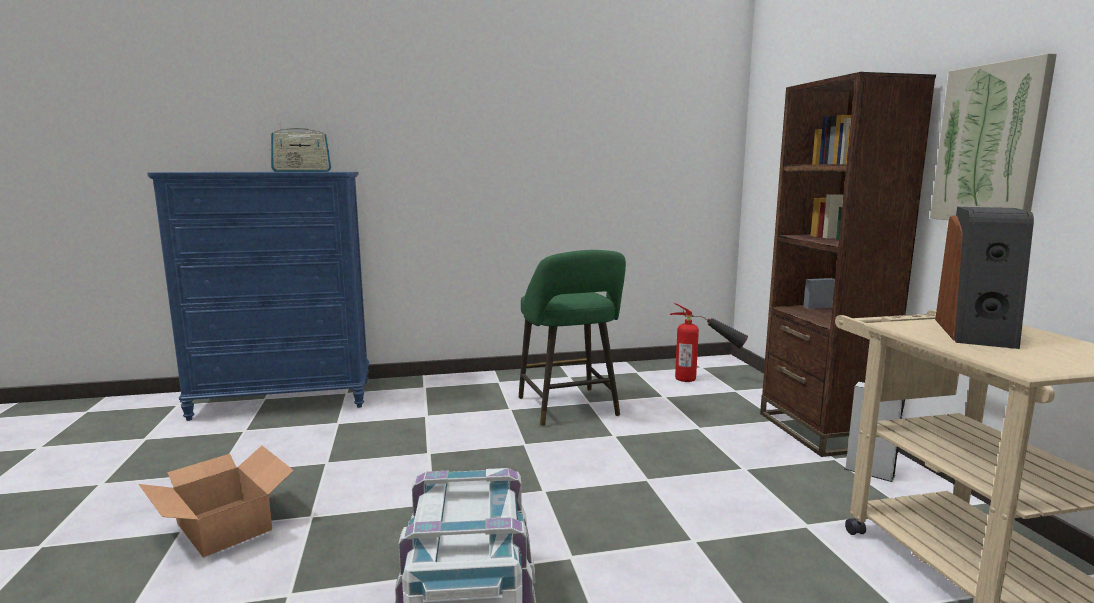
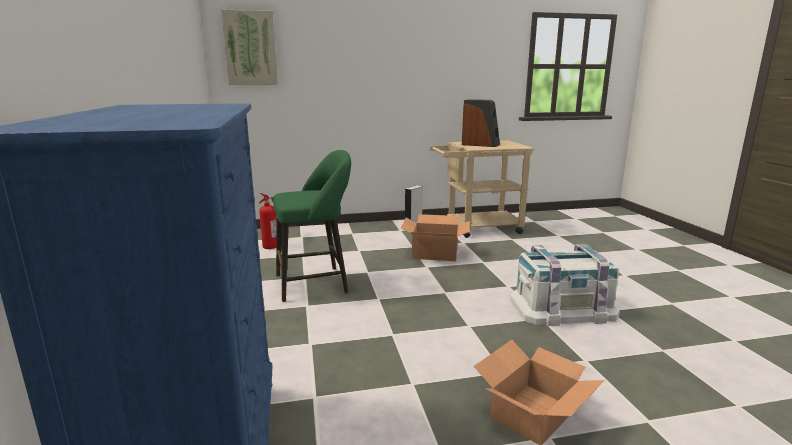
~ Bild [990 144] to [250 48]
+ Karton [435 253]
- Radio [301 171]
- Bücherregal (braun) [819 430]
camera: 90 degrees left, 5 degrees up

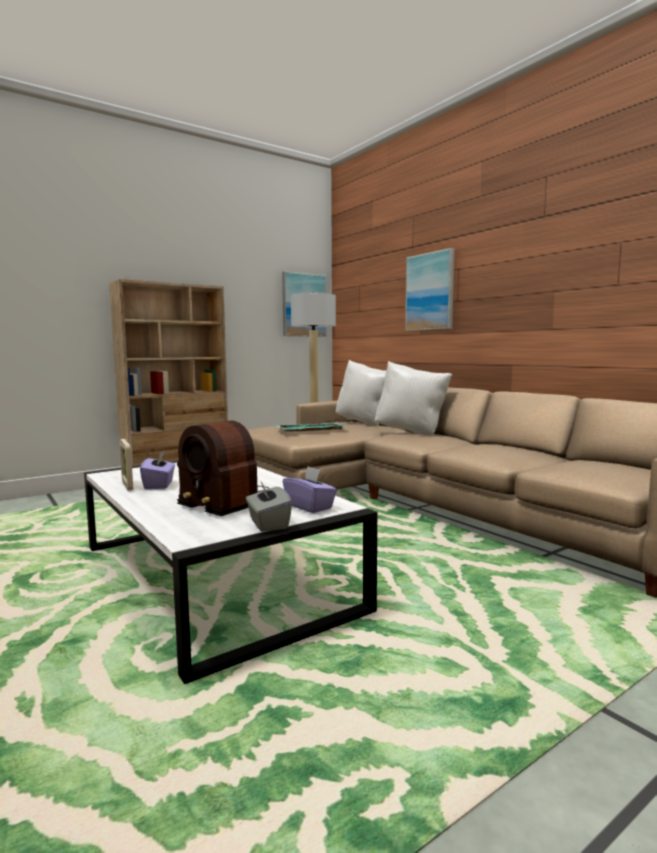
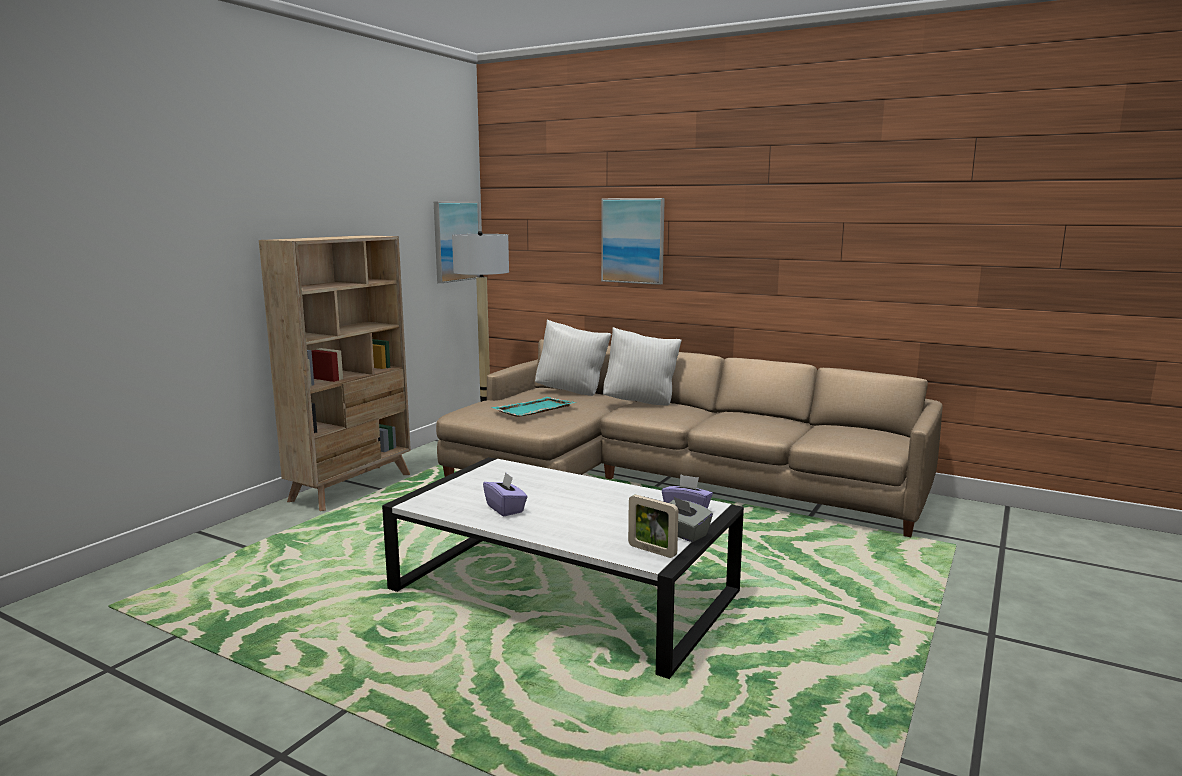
~ Bilderrahmen [127 486] to [652 551]
- Radio [223 500]
camera: 25 degrees left, 5 degrees up

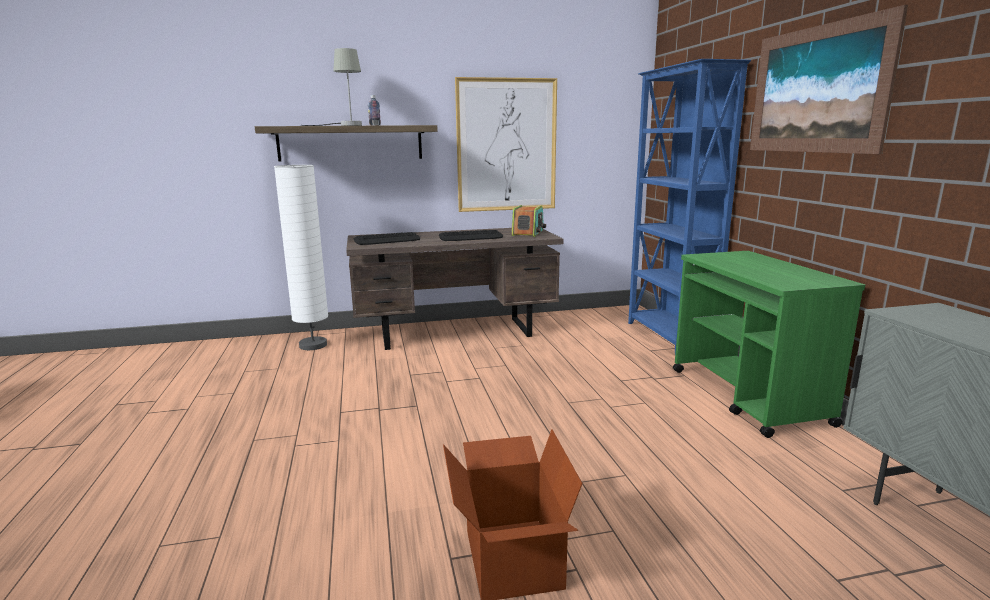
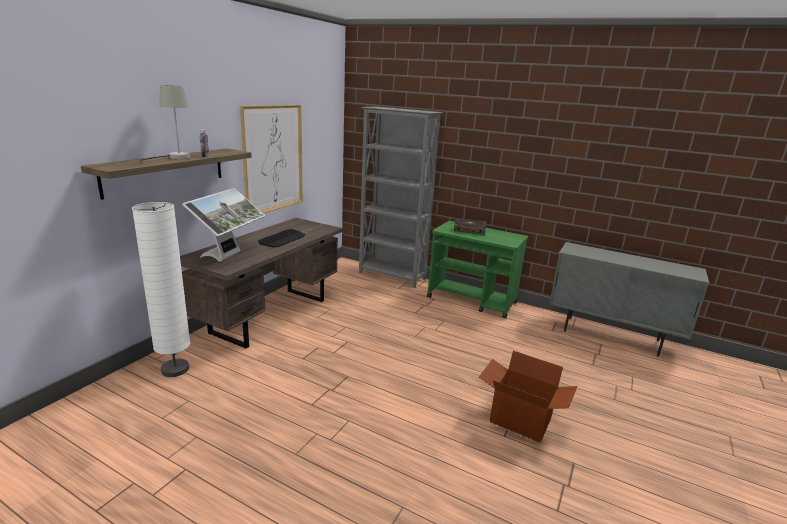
~ Tastatur [387 240] to Monitor [228 256]
~ Bücherregal (blau) [668 337] to Bücherregal (grau) [392 276]
+ Buch [469 230]
- Radio [528 233]
- Bild [816 90]
camera: 50 degrees left, 5 degrees up

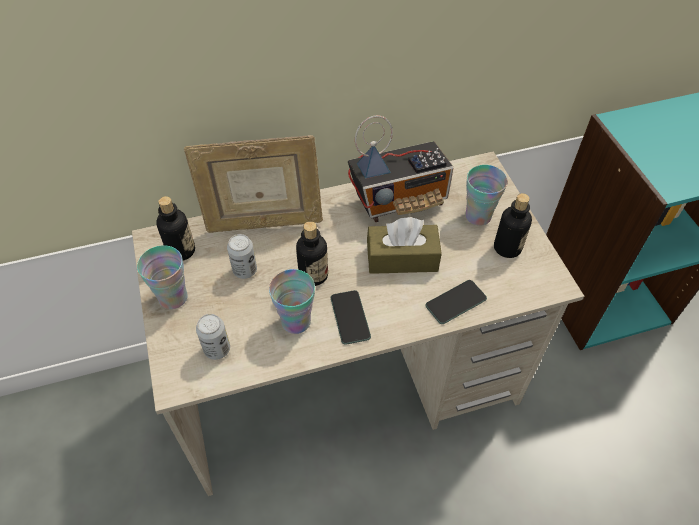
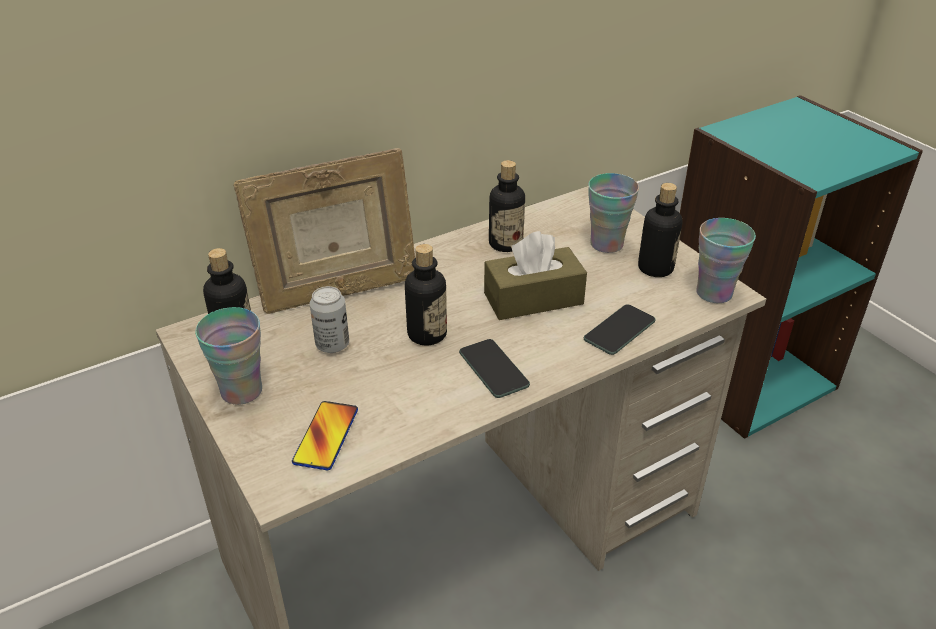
~ Dose [217 349] to Handy [326 436]
~ Radio [400 200] to Flasche [505 244]
~ Tasse [296 321] to [714 293]
camera: 15 degrees left, 15 degrees down

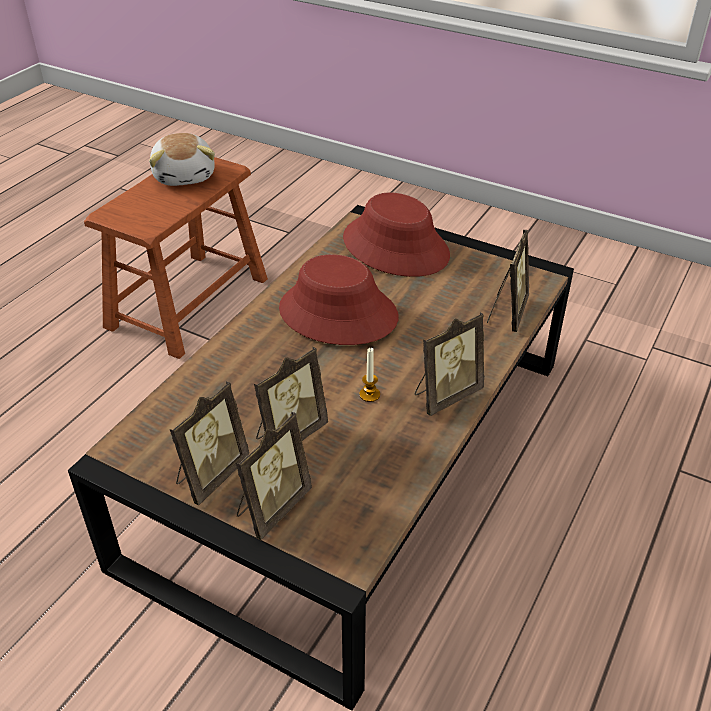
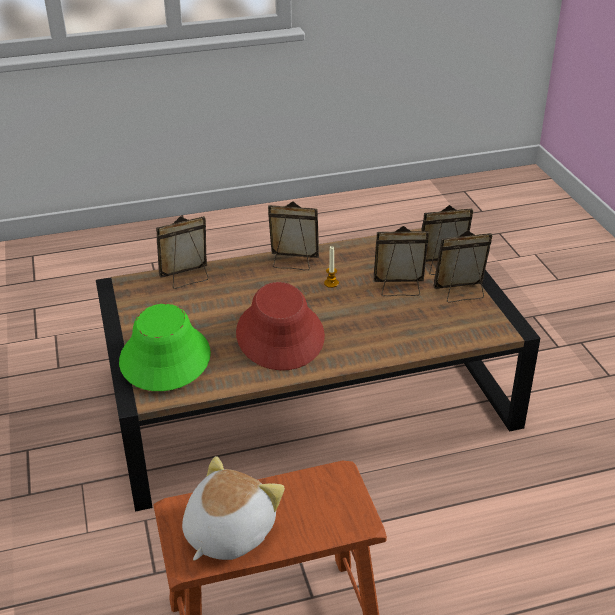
~ Hut (rot) [396 247] to Hut (grün) [164 358]
camera: 135 degrees left, 5 degrees down

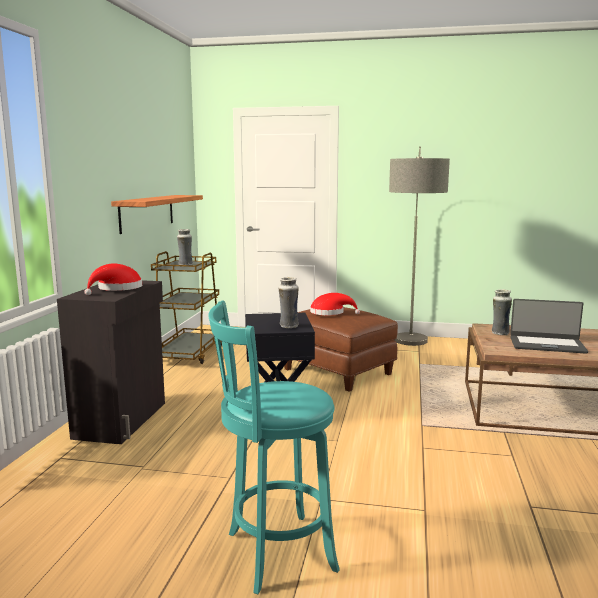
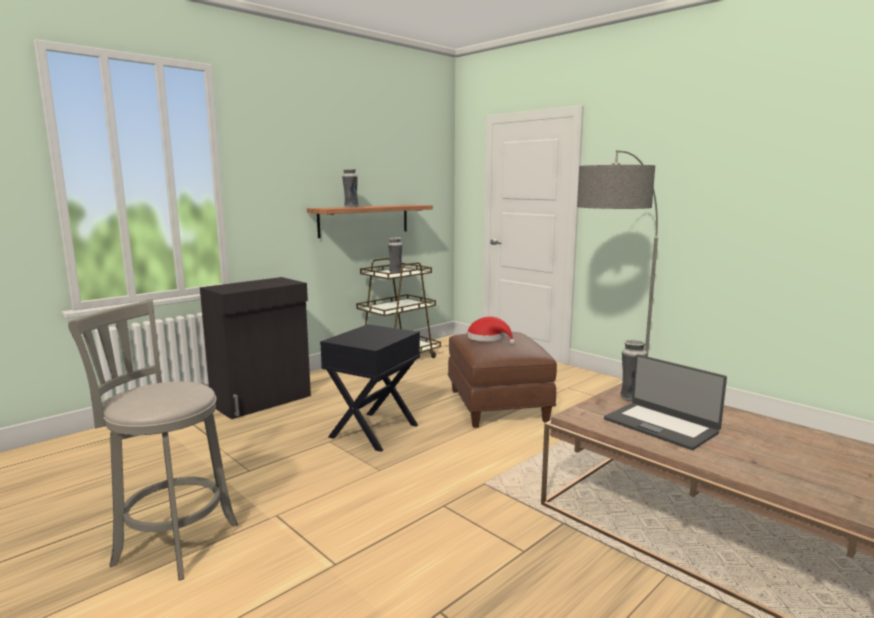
~ Hocker (türkis) [274 553] to Hocker (grau) [171 542]
~ Vase [288 326] to [351 207]
- Hut (rot) [117 289]
camera: 35 degrees right, 0 degrees up

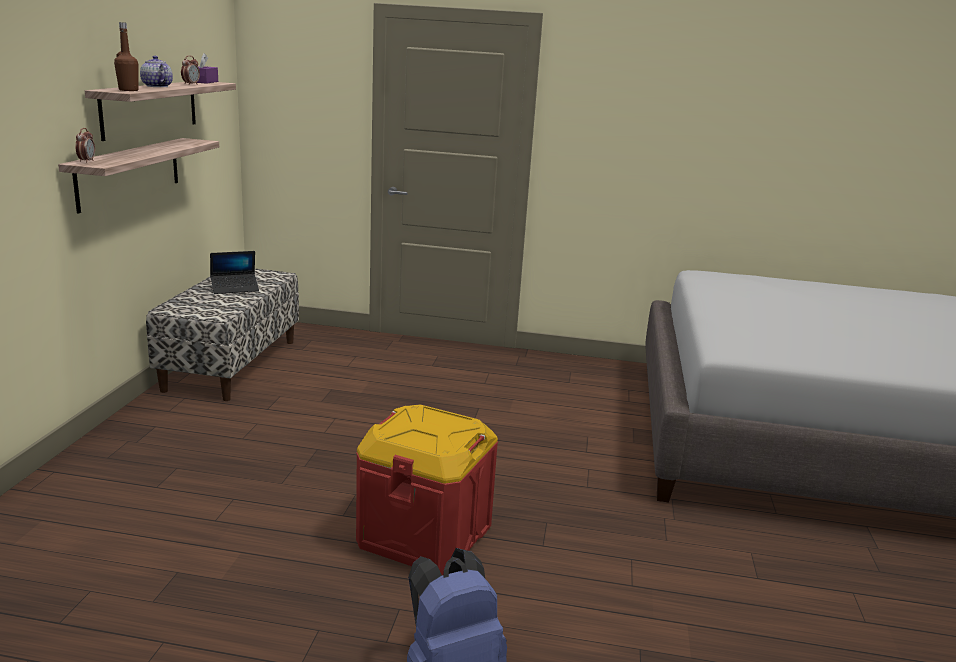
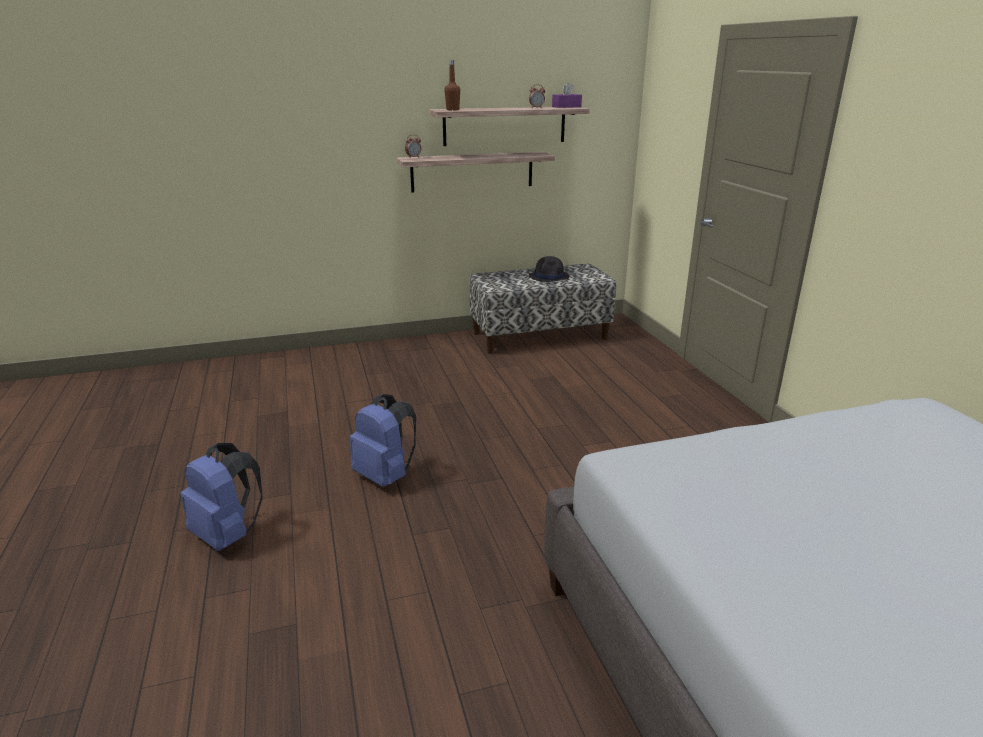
~ Aufbewahrungsbox (rot) [425 534] to Rucksack (blau) [385 476]
~ Laptop [235 288] to Hut (schwarz) [549 277]
- Teekanne [157 86]
camera: 65 degrees right, 5 degrees up

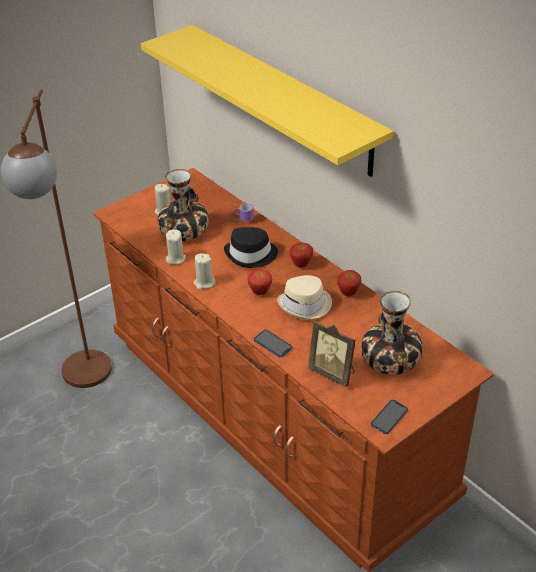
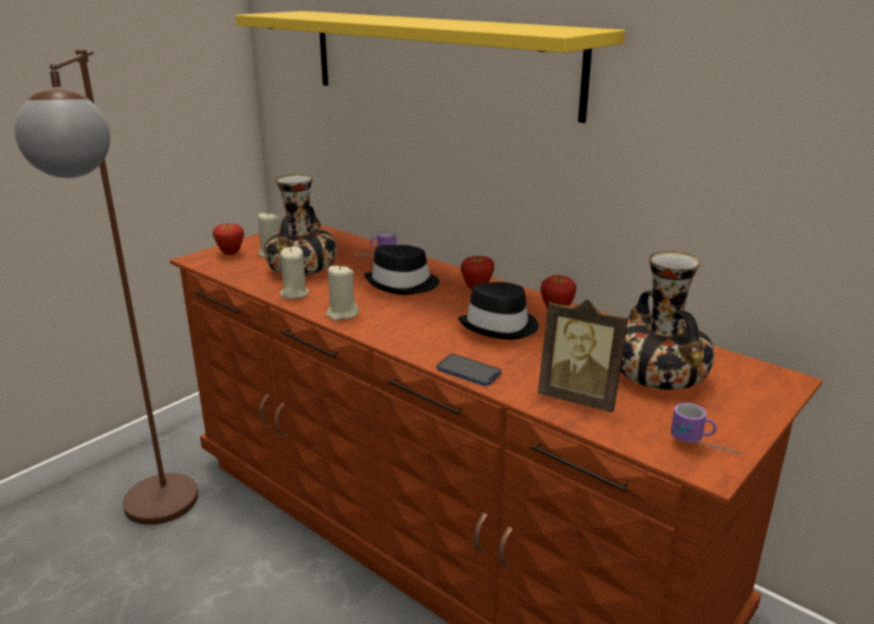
~ Apfel [260 293] to [230 253]
~ Hut (beige) [305 305] to Hut (schwarz) [500 326]
~ Handy [389 417] to Henkelbecher [704 447]
camera: 10 degrees left, 15 degrees down

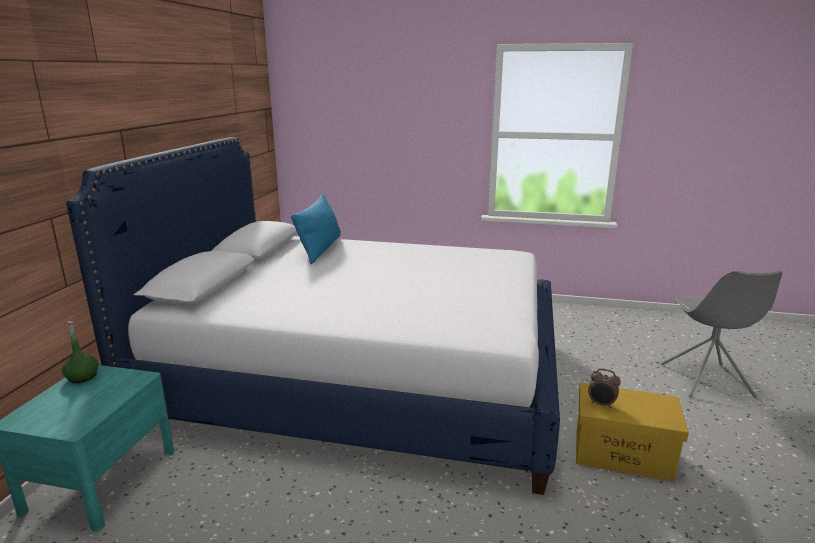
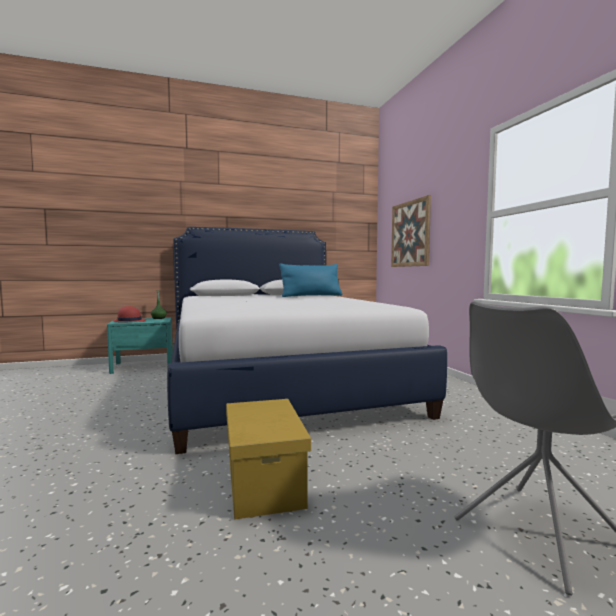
+ Hut (rot) [129 321]
+ Bild [410 234]
- Wecker [601 404]
camera: 60 degrees right, 15 degrees down

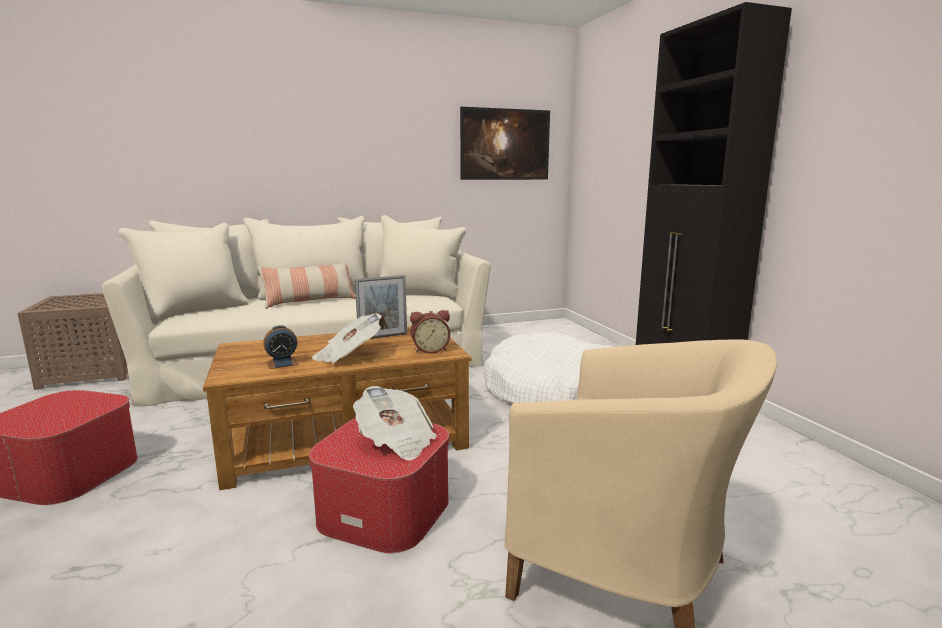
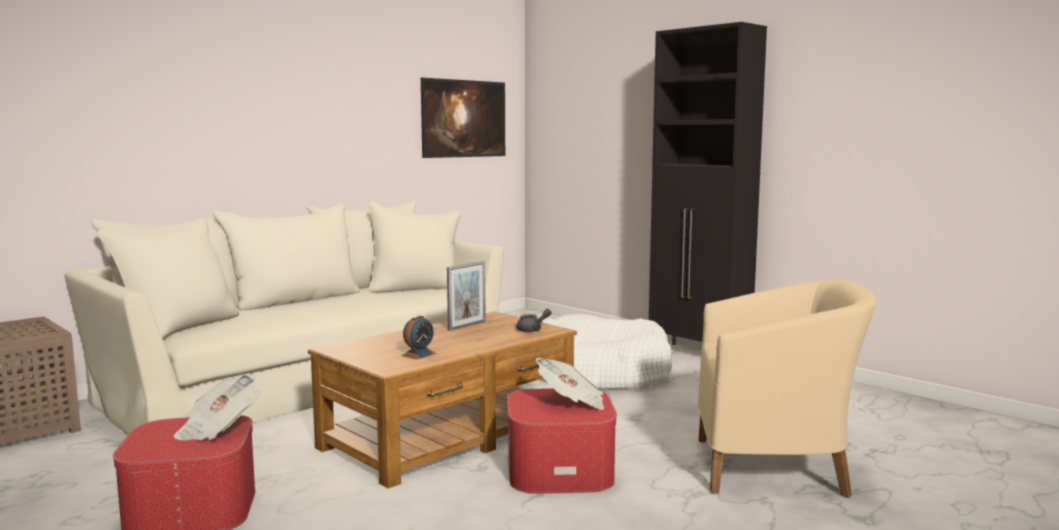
~ Zeitung [348 356] to [218 429]
~ Wecker [430 350] to Teekanne (grau) [533 330]
- Kissen [309 301]
camera: 25 degrees left, 5 degrees down

